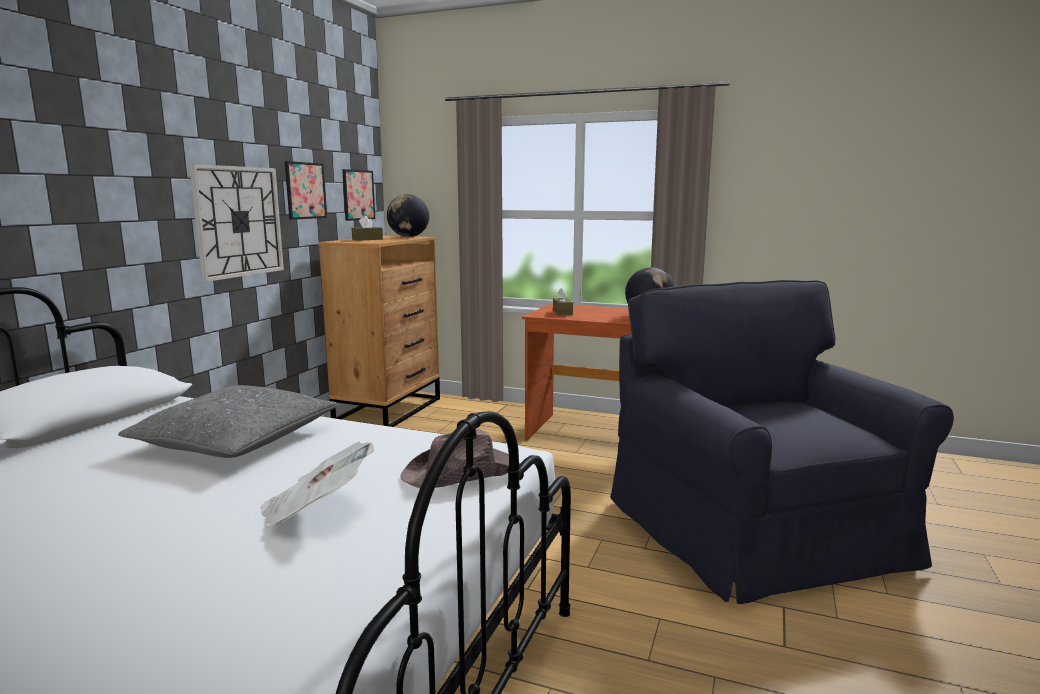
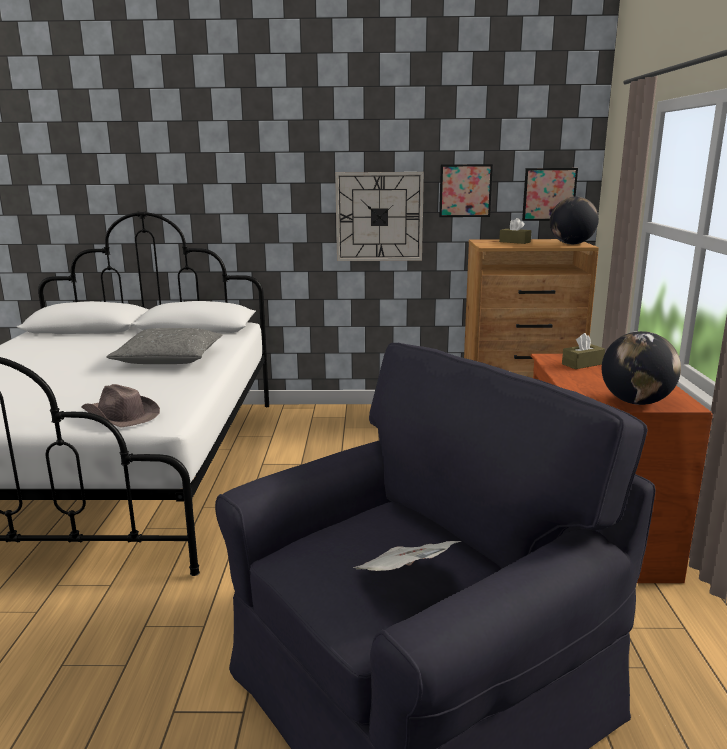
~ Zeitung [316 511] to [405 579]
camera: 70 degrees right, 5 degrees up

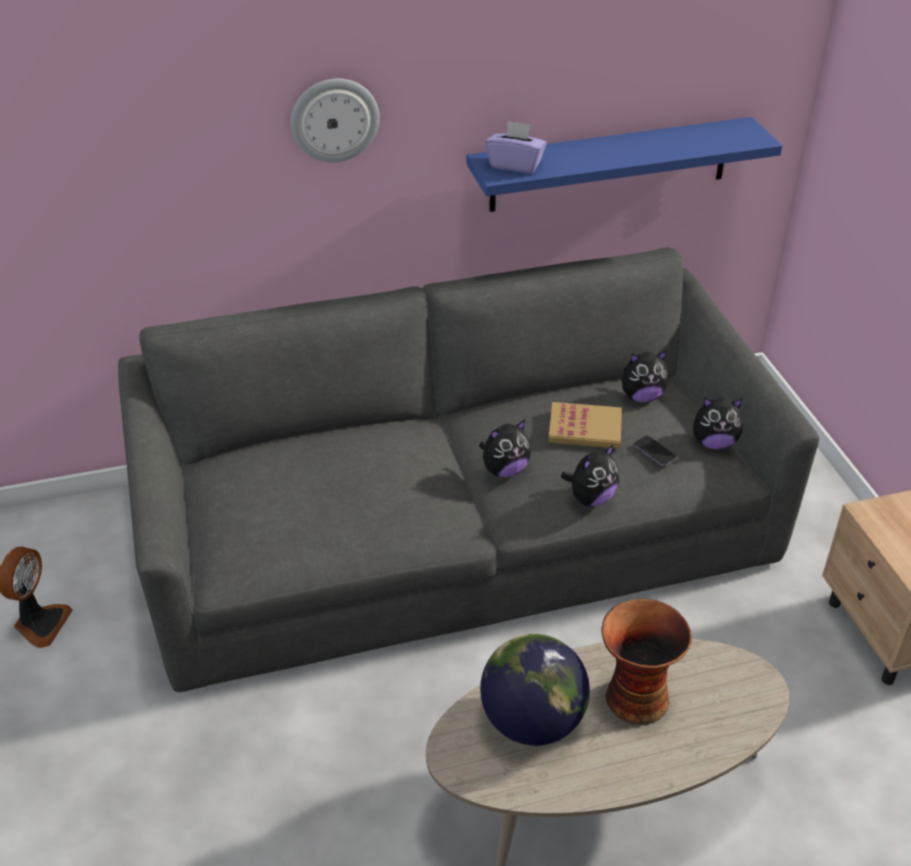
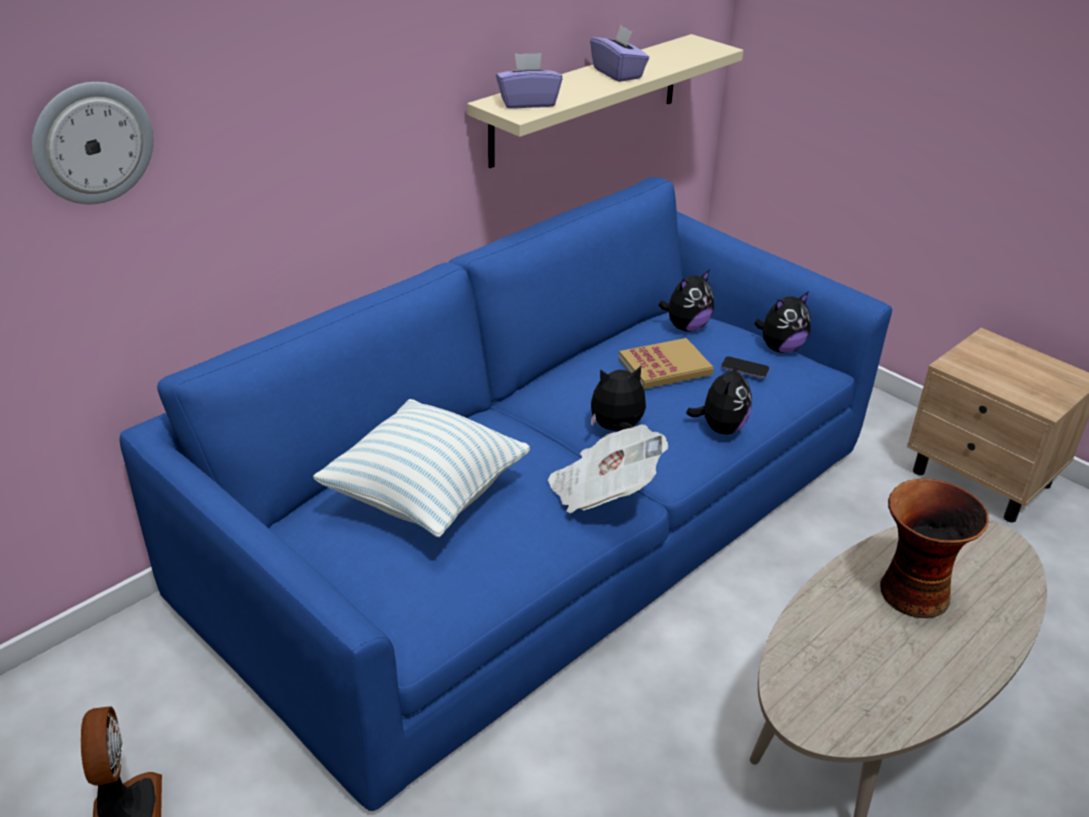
~ Wanduhr [334 119] to [92 143]
~ Sofa (grau) [455 526] to Sofa (blau) [540 522]
+ Kissen [425 497]
~ Wandregal (blau) [610 165] to Wandregal (beige) [587 99]
+ Zeitung [603 491]
+ Taschentuchbox (lila) [618 73]
~ Plüschtier [504 470] = [617 429] 135 degrees counterclockwise
- Globus [532 721]
camera: 30 degrees left, 5 degrees down

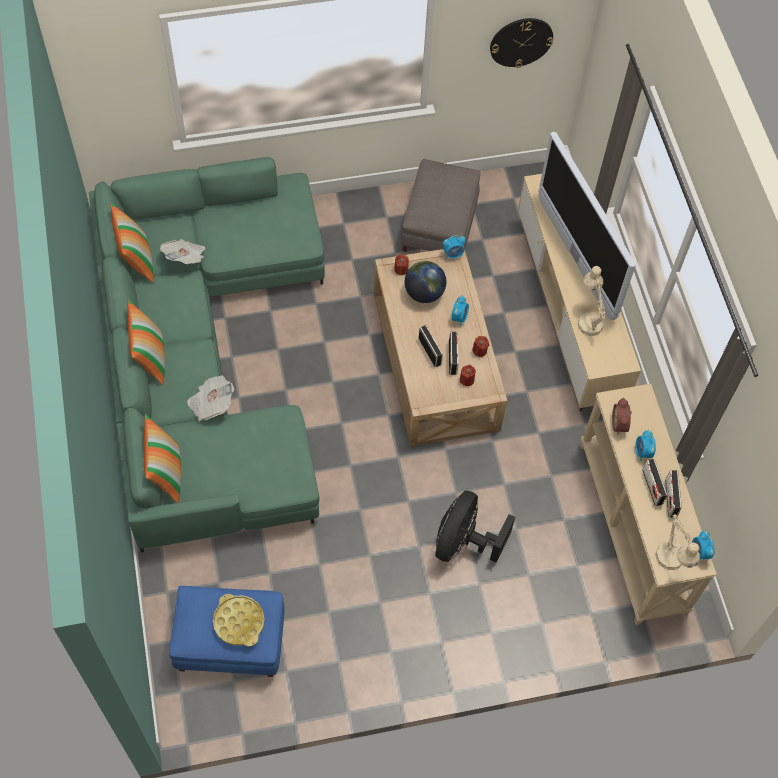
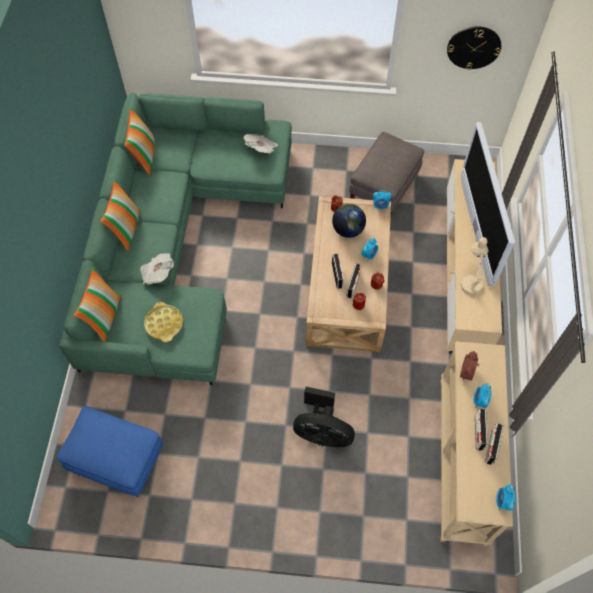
~ Tablett (gelb) [239 622] to [164 324]
~ Zeitung [185 258] to [261 149]
~ Ventilator (schwarz) [464 542] = [322 432] 120 degrees counterclockwise
- Tischlampe (beige) [671 562]
camera: 20 degrees right, 0 degrees up

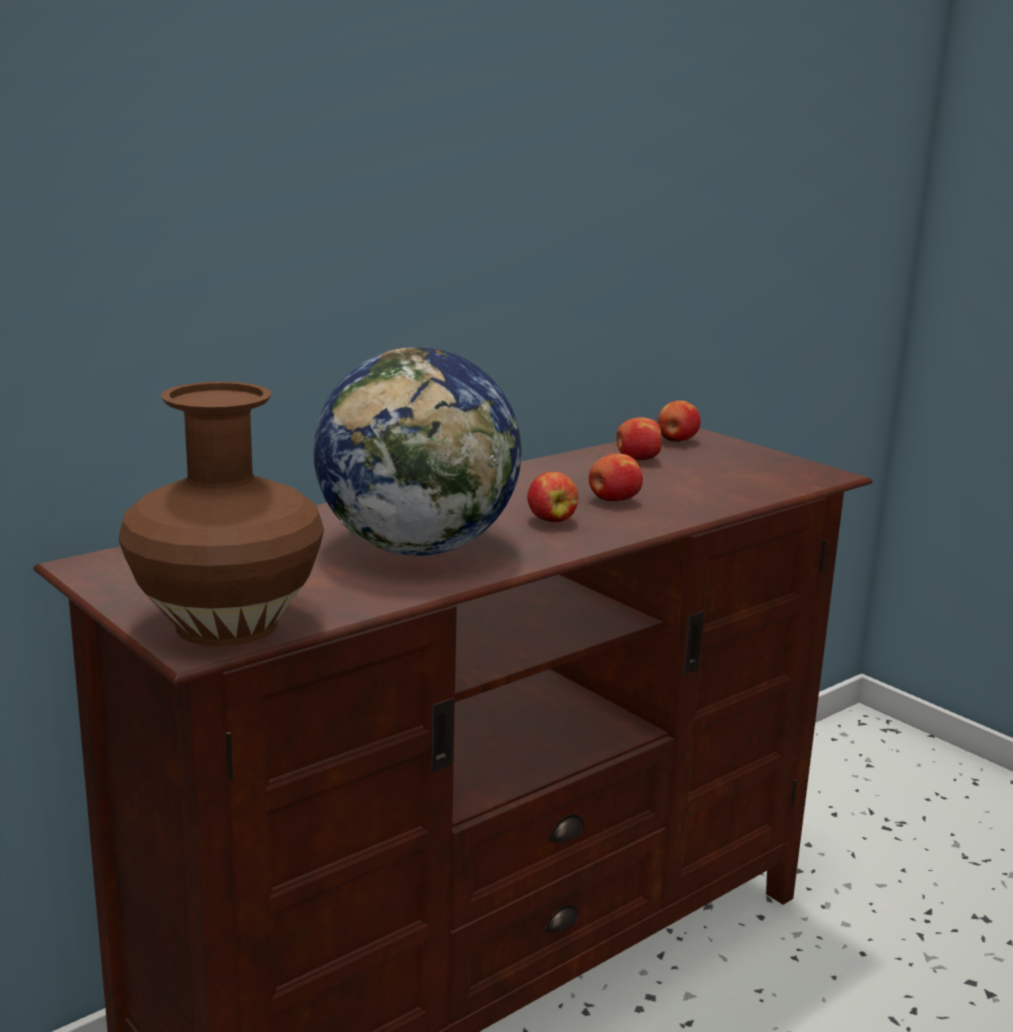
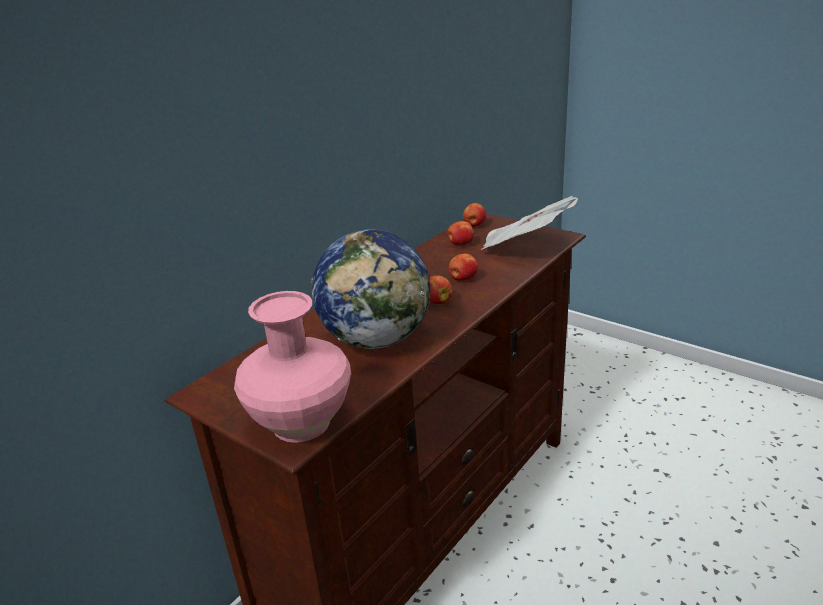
~ Vase (braun) [224 625] to Vase (rosa) [300 423]
+ Zeitung [525 246]
camera: 10 degrees left, 10 degrees up

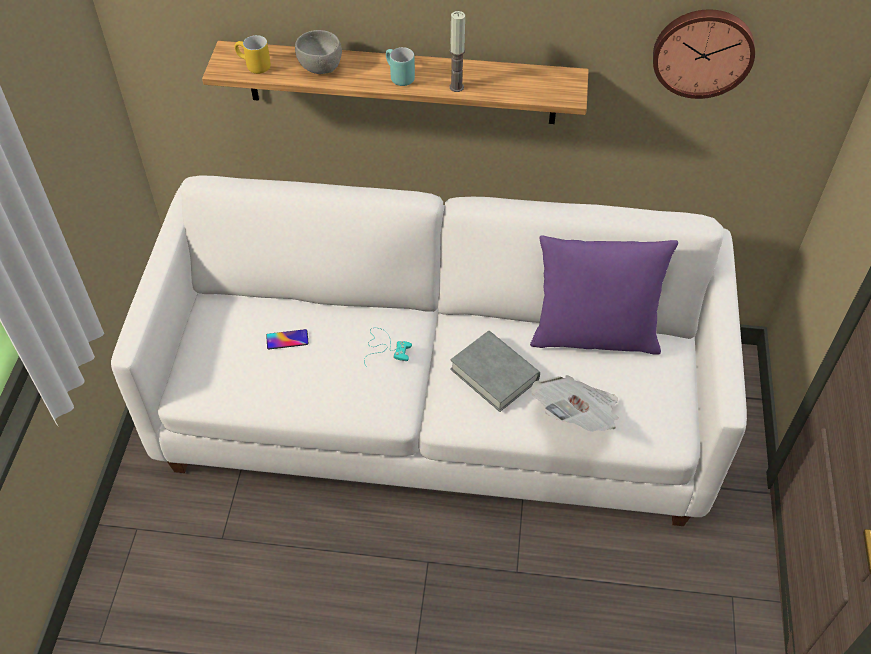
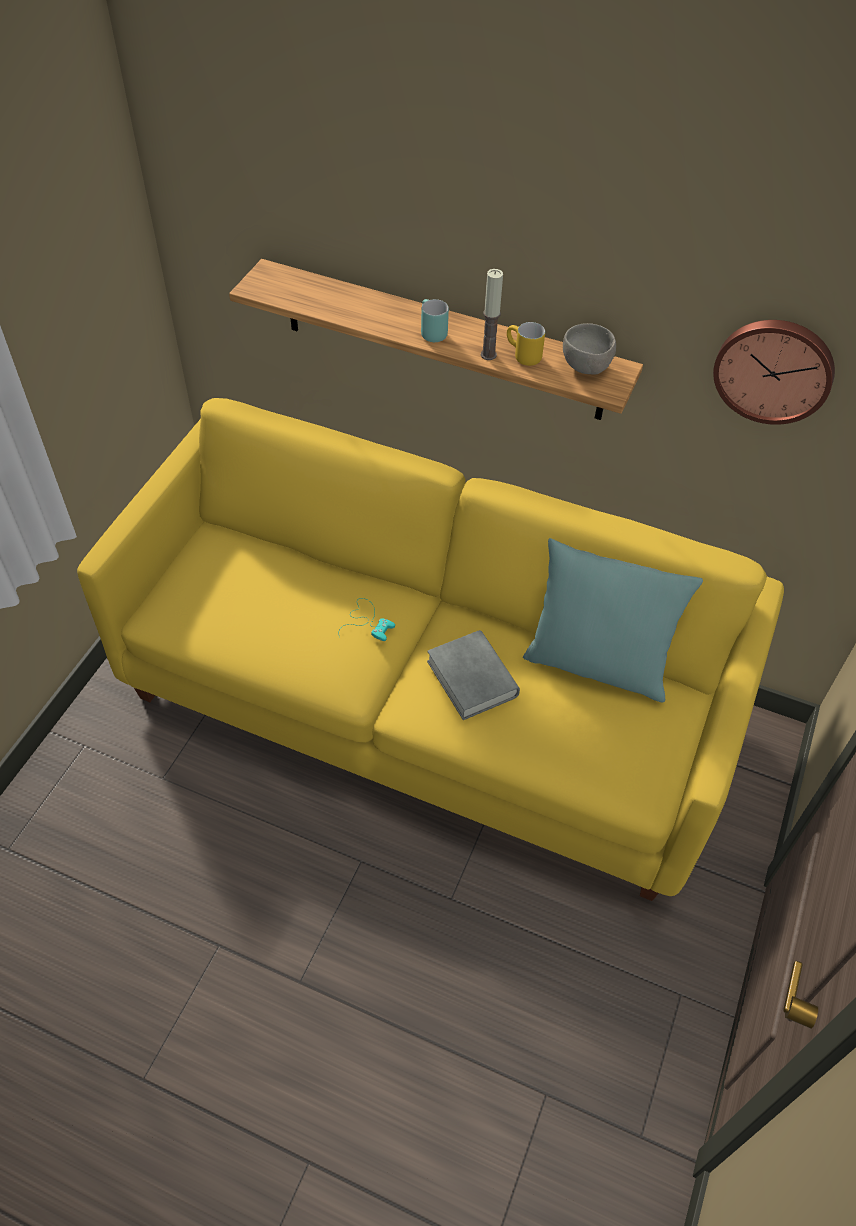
~ Sofa (weiß) [436 408] to Sofa (gelb) [426 702]
~ Henkelbecher (gelb) [253 67] to [521 356]
~ Kissen (lila) [594 335] to Kissen (türkis) [597 664]
~ Schüssel (grau) [320 68] to [585 367]
- Handy [287 339]
- Zeitung [576 416]
camera: 15 degrees right, 0 degrees up

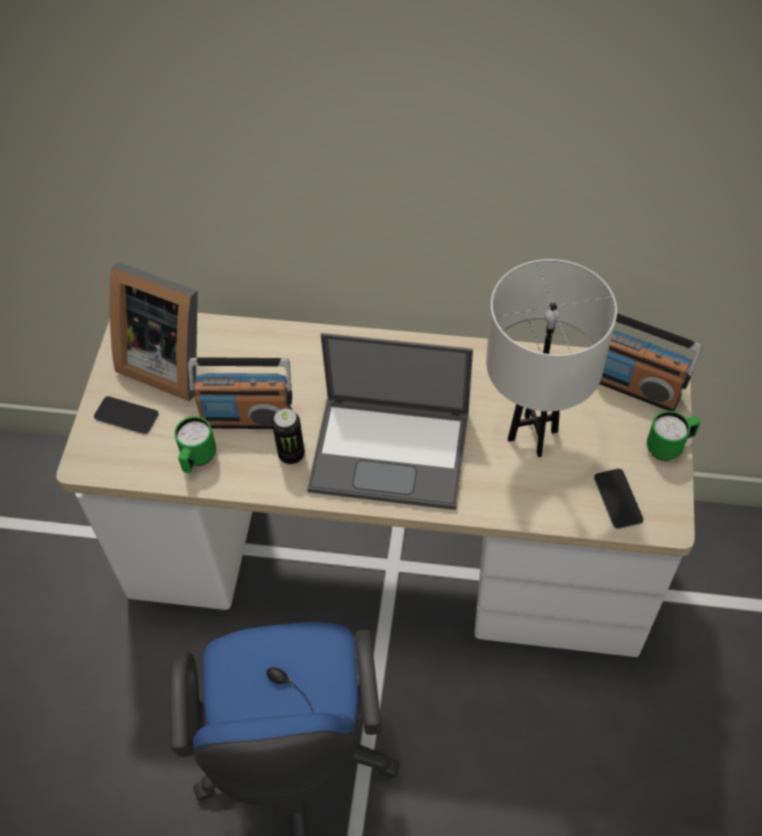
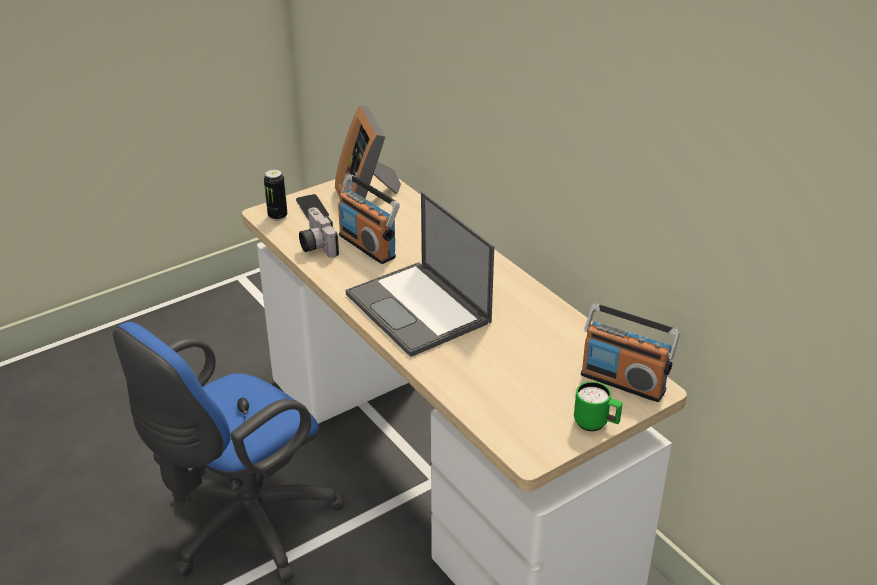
~ Dose [291 455] to [277 216]
~ Henkelbecher (grün) [197 459] to Kamera [315 245]
~ Radio [635 386] = [623 382] 45 degrees counterclockwise
- Tischlampe (weiß) [532 435]
- Handy [618 499]
camera: 45 degrees right, 20 degrees down

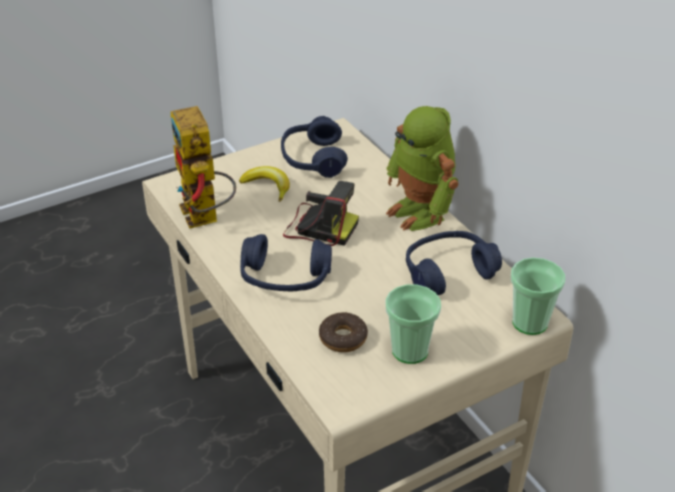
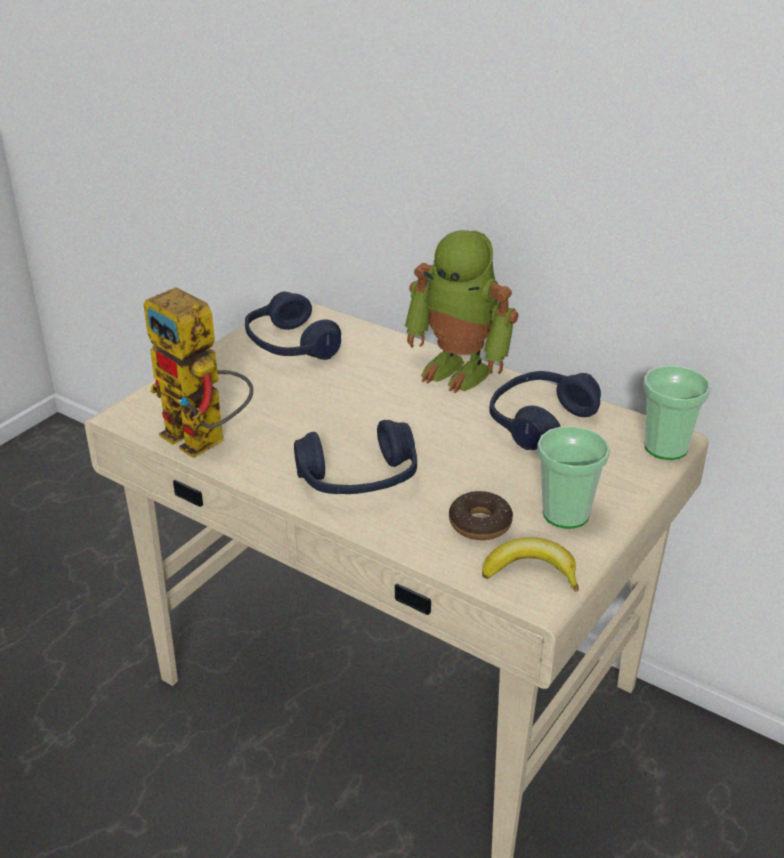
~ Banane [268 187] to [531 572]
- Kamera [319 227]
camera: 25 degrees left, 5 degrees down

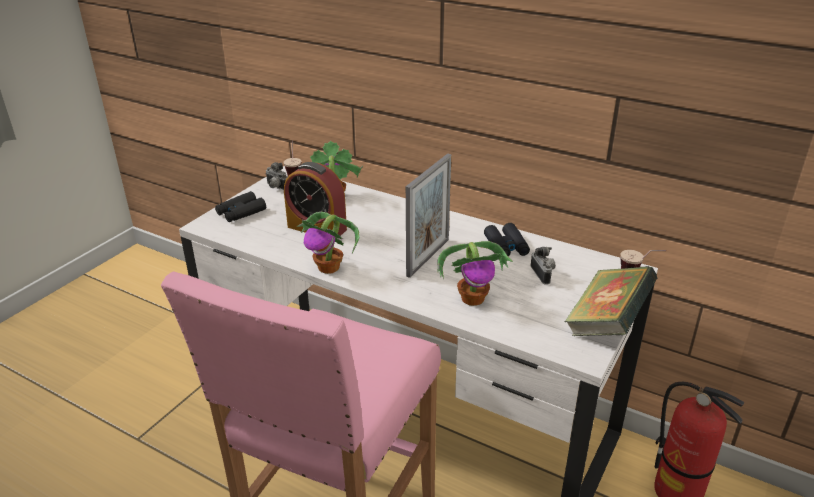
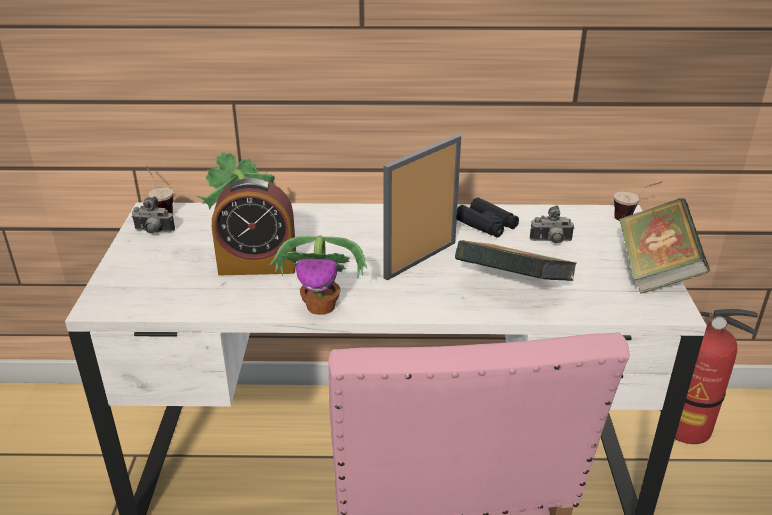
~ Bilderrahmen [428 257] = [420 260] 135 degrees counterclockwise
~ Topfpflanze [473 298] to Buch [512 288]
~ Kamera [543 274] = [551 242] 135 degrees clockwise
- Fernglas (schwarz) [241 212]
camera: 30 degrees left, 0 degrees up

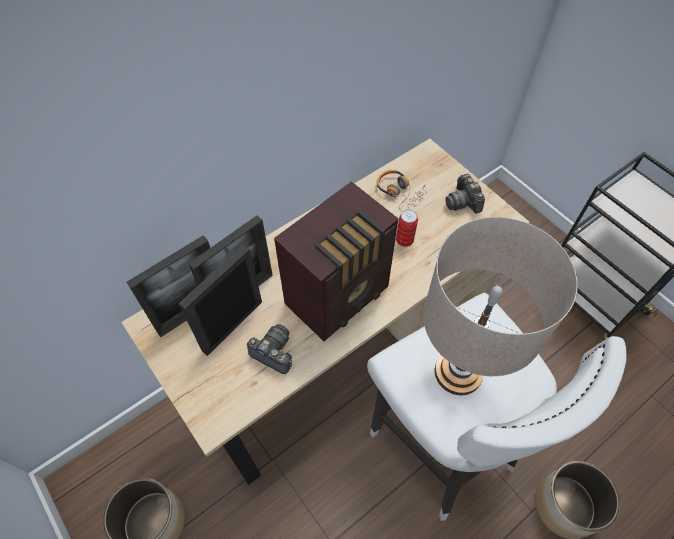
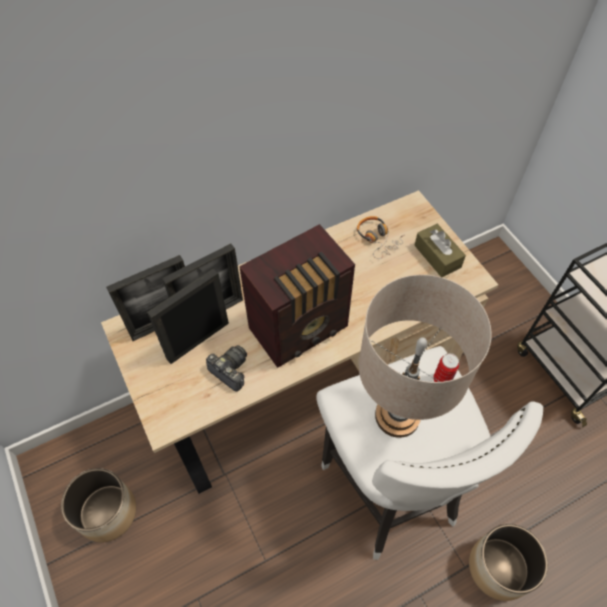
~ Kamera [463 202] to Taschentuchbox (braun) [437 256]
~ Dose [404 241] to [442 379]
camera: 10 degrees right, 0 degrees up

